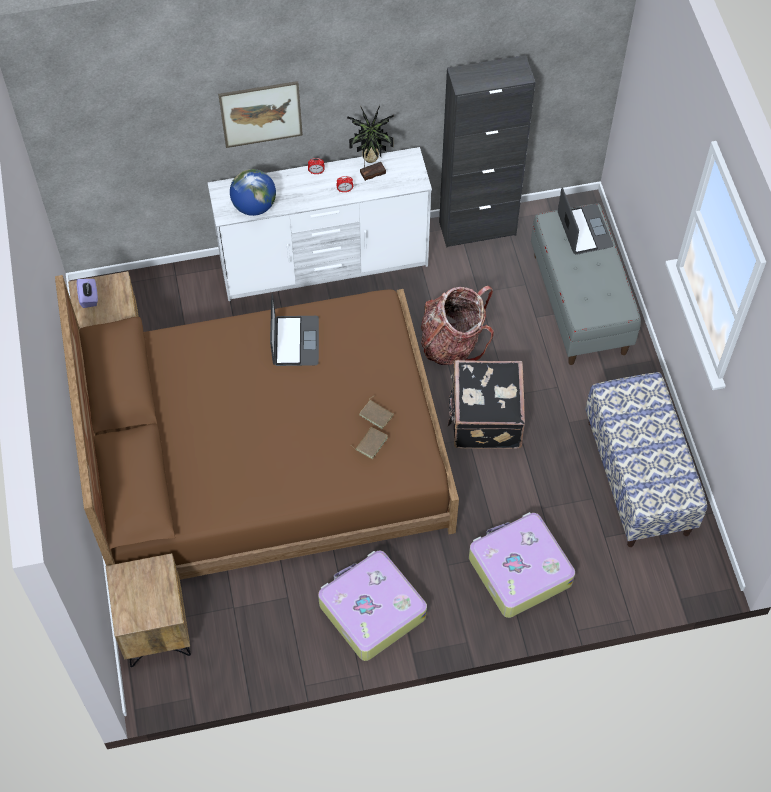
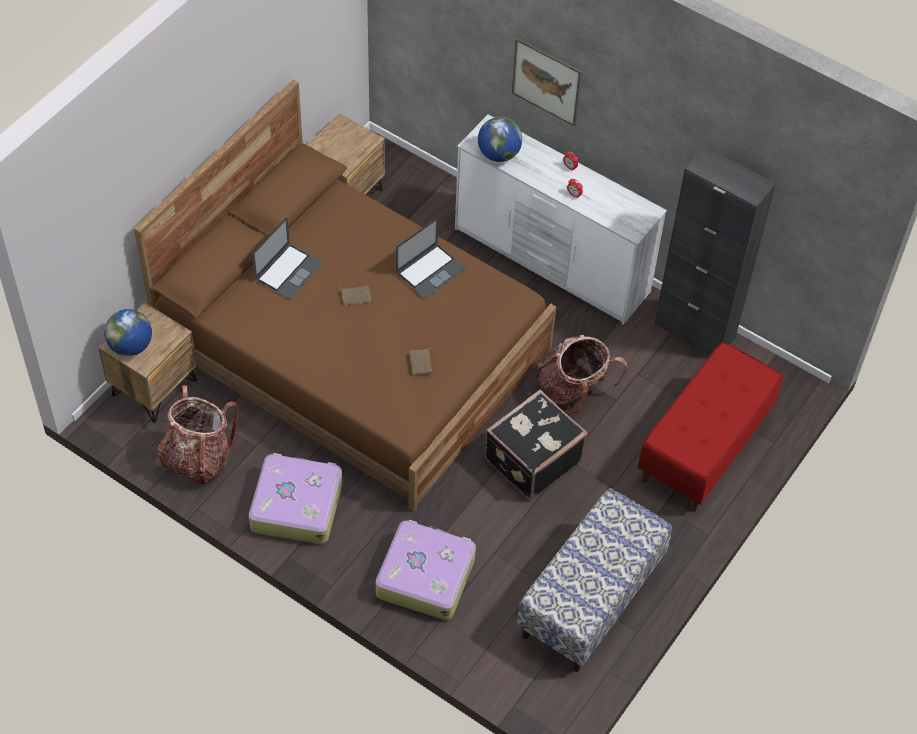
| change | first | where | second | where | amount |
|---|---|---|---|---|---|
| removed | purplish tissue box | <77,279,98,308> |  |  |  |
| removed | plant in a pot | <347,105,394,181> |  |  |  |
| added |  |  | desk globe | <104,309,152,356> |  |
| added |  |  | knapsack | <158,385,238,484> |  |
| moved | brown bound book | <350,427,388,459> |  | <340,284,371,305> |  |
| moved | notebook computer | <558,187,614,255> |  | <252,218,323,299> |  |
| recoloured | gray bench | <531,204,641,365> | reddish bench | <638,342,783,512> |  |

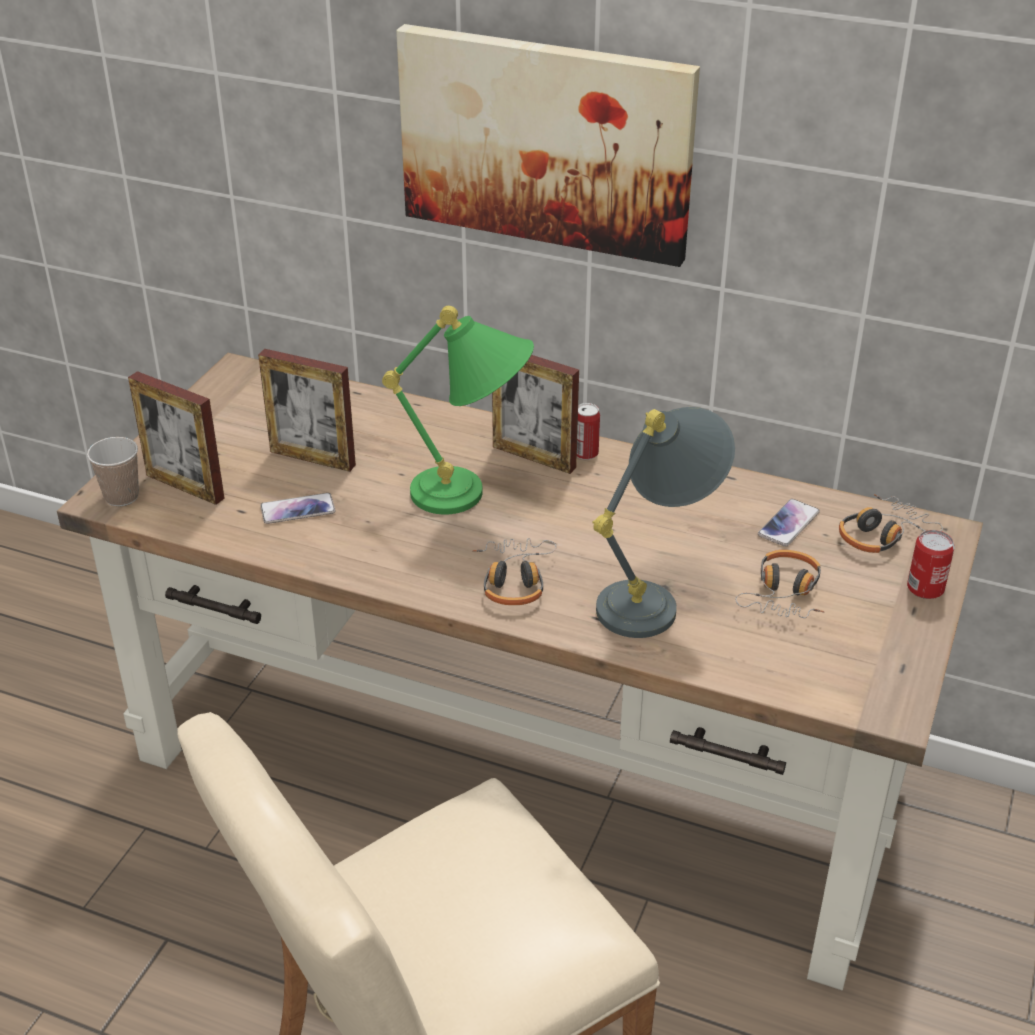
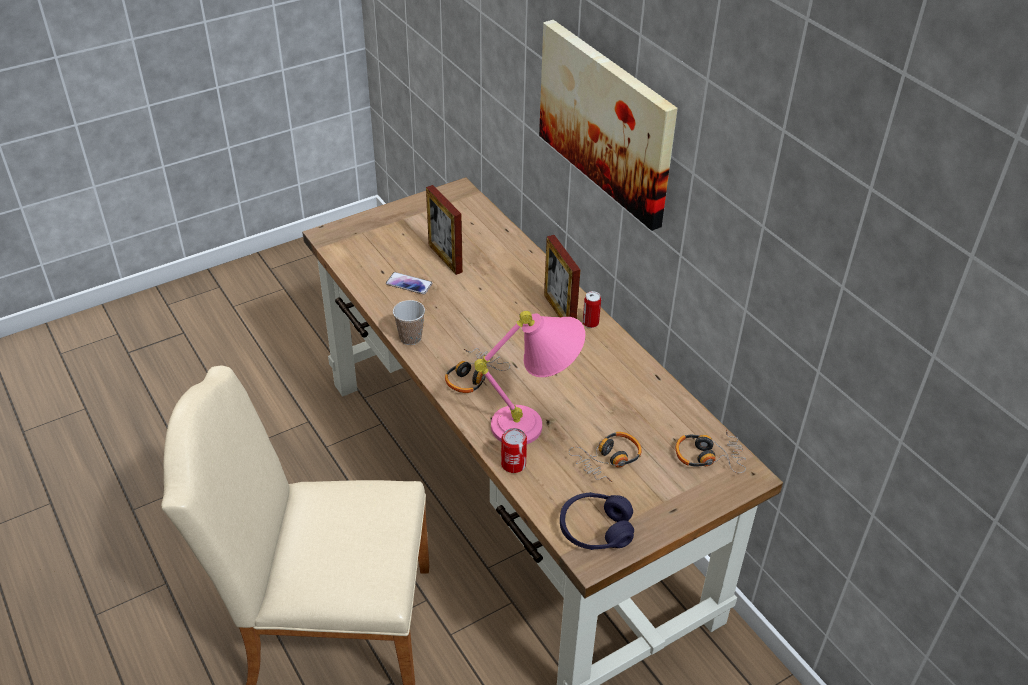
| change | first | where | second | where | amount |
|---|---|---|---|---|---|
| removed | photo frame | <128,371,225,505> |  |  |  |
| removed | green table lamp | <382,305,534,515> |  |  |  |
| removed | phone | <758,499,820,547> |  |  |  |
| added |  |  | purplish headset | <560,492,634,550> |  |
| moved | cup | <87,437,139,506> |  | <393,300,425,345> |  |
| moved | sealed can | <907,530,955,599> |  | <501,428,527,473> |  |
| recoloured | gray table lamp | <593,407,735,638> | pinkish table lamp | <474,311,585,444> |  |

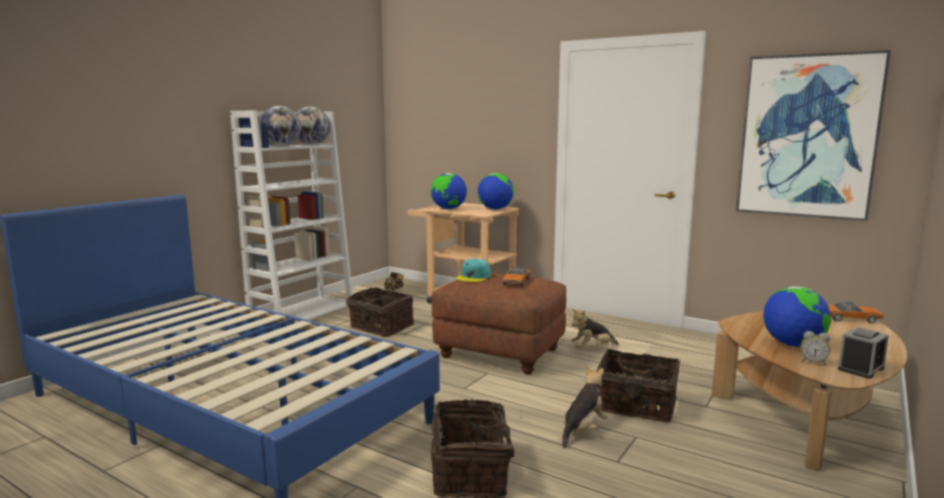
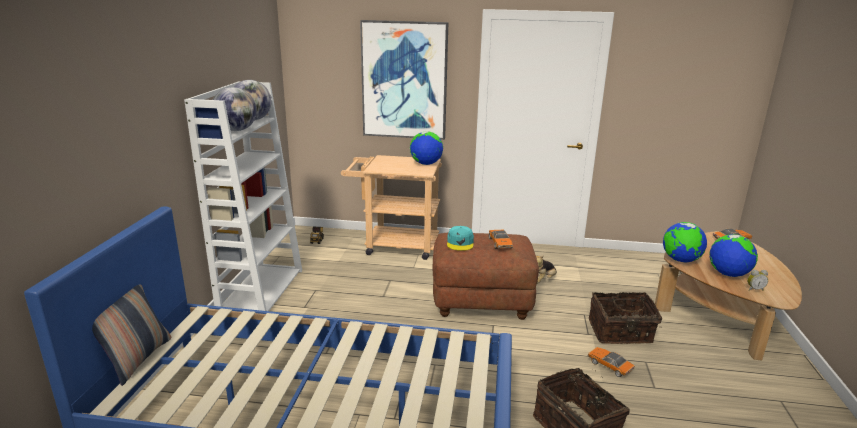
| change | first | where | second | where | amount |
|---|---|---|---|---|---|
| removed | storage basket | <346,287,414,337> |  |  |  |
| removed | bedside clock | <838,327,889,379> |  |  |  |
| added |  |  | pillow | <92,285,171,386> |  |
| moved | desk globe | <431,173,467,209> |  | <663,222,707,263> |  |
| moved | wall art | <736,50,891,221> |  | <360,20,448,140> |  |
| replaced | plush toy | <562,366,608,448> | miniature car | <588,347,635,377> |  |

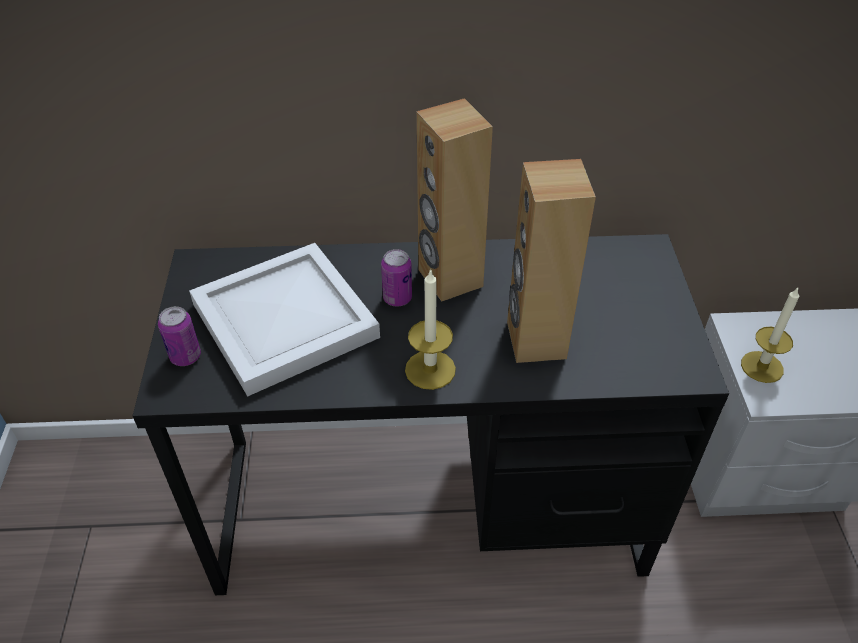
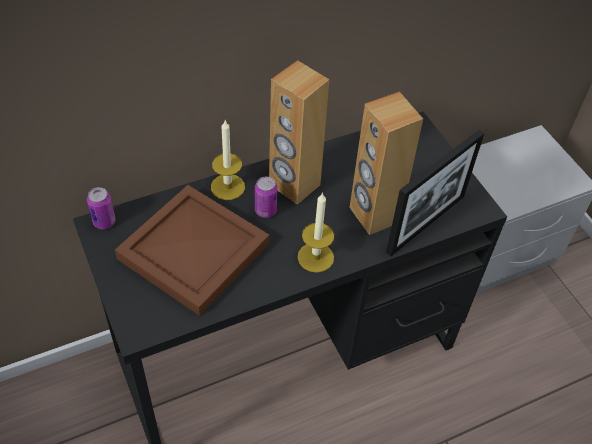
| change | first | where | second | where | amount |
|---|---|---|---|---|---|
| added |  |  | photo frame | <386,130,484,256> |  |
| moved | sealed can | <158,306,201,366> |  | <87,187,115,229> |  |
| moved | wax light | <741,288,799,383> |  | <211,121,245,200> |  |
| recoloured | whitish carrying tray | <189,243,380,396> | brown carrying tray | <115,185,270,316> |  |

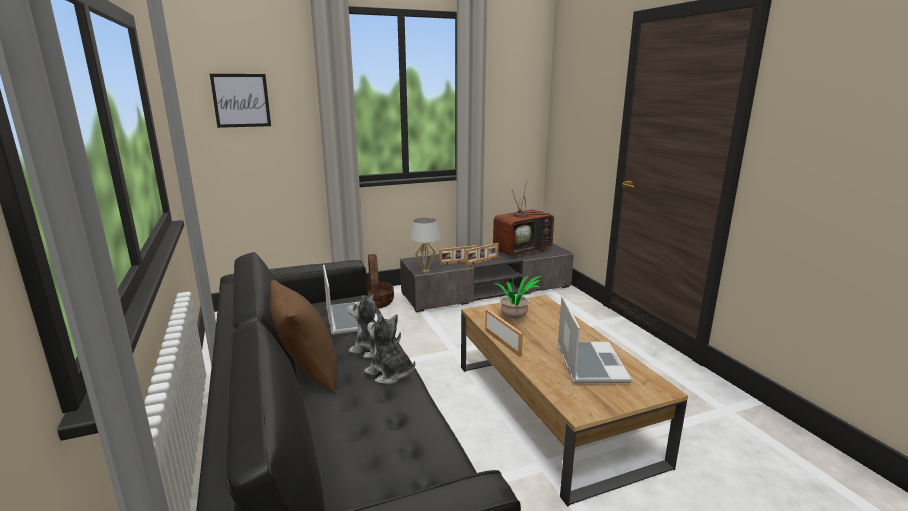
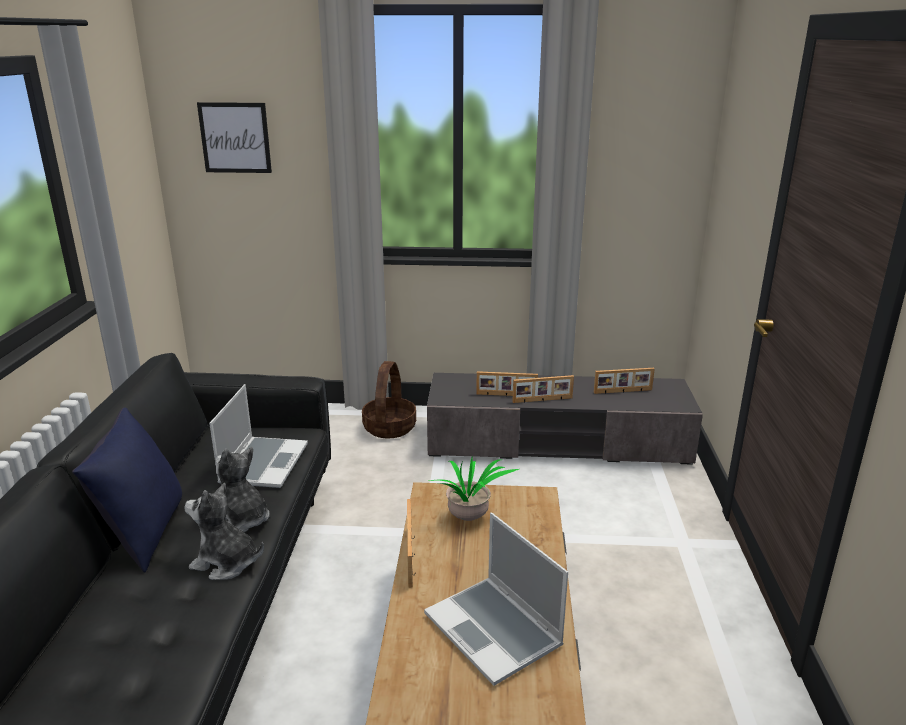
| change | first | where | second | where | amount |
|---|---|---|---|---|---|
| removed | whitish table lamp | <409,218,441,272> |  |  |  |
| replaced | TV | <493,180,554,258> | photo frame | <594,368,655,394> |  |
| recoloured | brown pillow | <270,280,337,394> | blue-coloured pillow | <72,408,182,573> |  |
| turned | plush toy | <364,314,415,384> |  | <184,483,264,580> | 45 degrees counterclockwise |
| turned | notebook computer | <558,296,632,383> |  | <424,513,568,686> | 120 degrees clockwise |

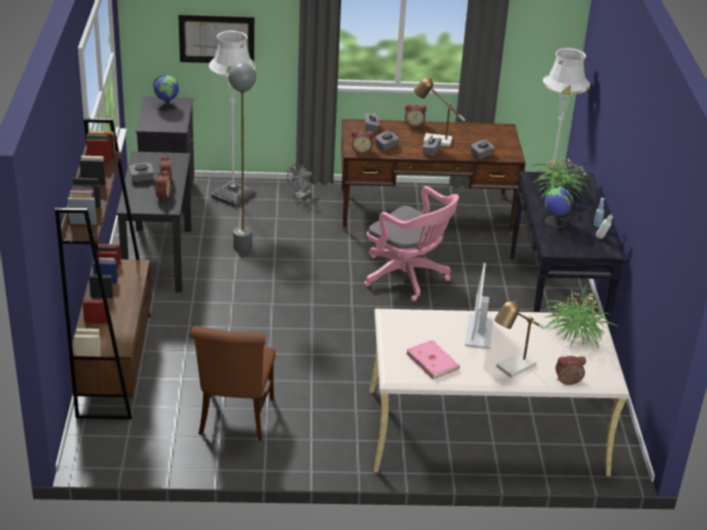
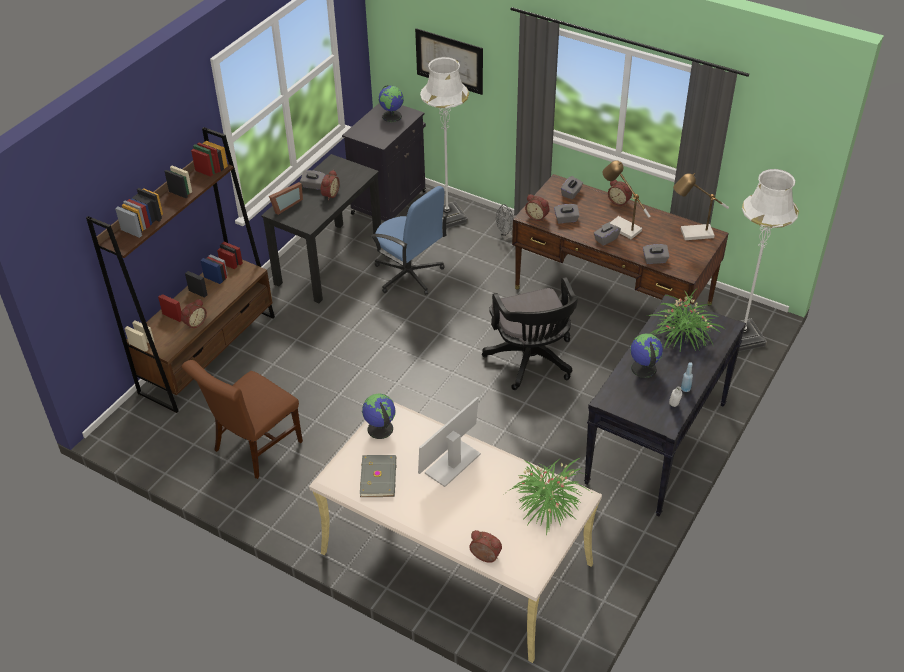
| change | first | where | second | where | amount |
|---|---|---|---|---|---|
| added |  |  | photo frame | <269,182,303,215> |  |
| added |  |  | desk globe | <362,394,396,439> |  |
| moved | bedside clock | <154,170,172,201> |  | <181,299,207,330> |  |
| moved | table lamp | <494,299,544,378> |  | <673,173,729,240> |  |
| replaced | gray floor lamp | <228,62,256,253> | blue-coloured desk chair | <370,186,448,295> |  |
| recoloured | pinkish desk chair | <364,186,459,301> | blackish desk chair | <482,277,578,390> |  |
| recoloured | pinkish bound book | <406,340,460,380> | gray bound book | <360,455,396,497> |  |

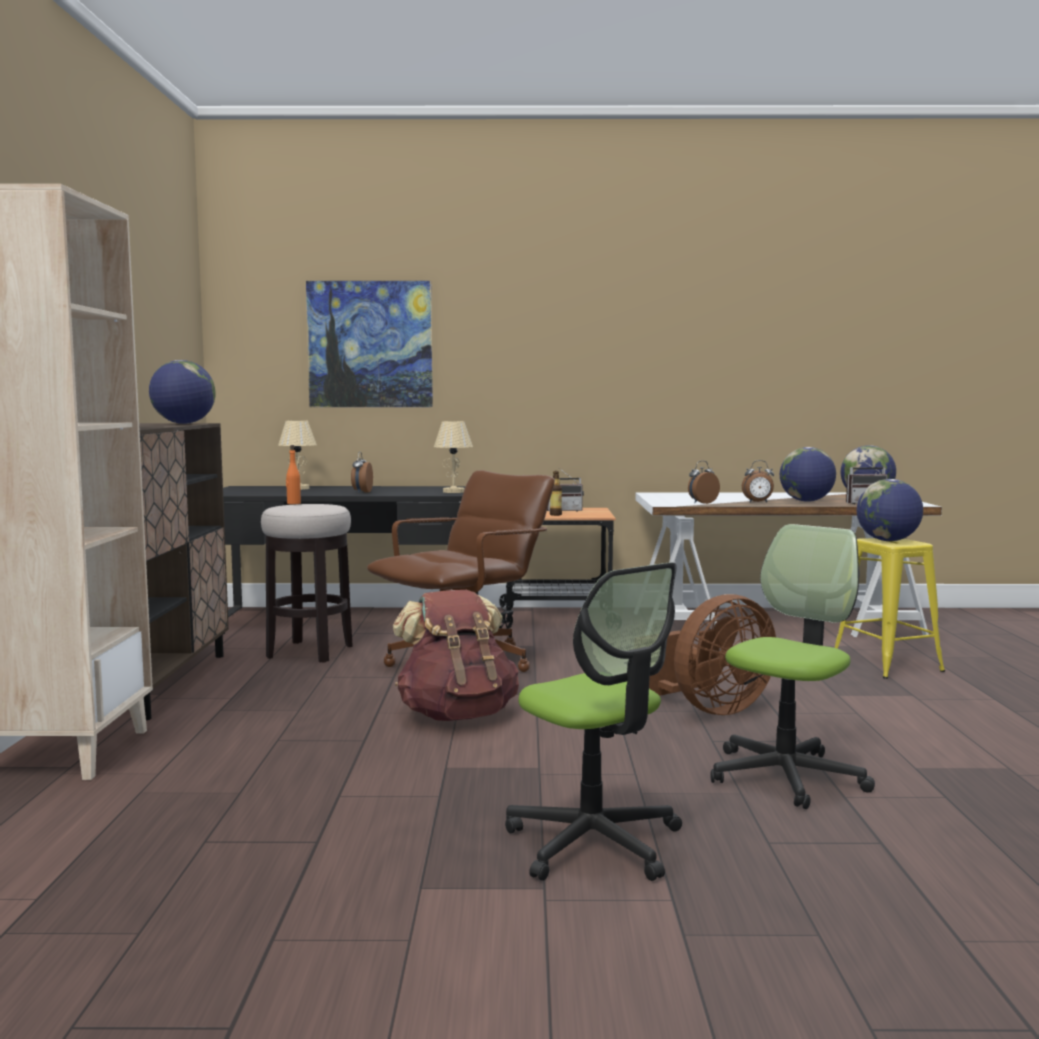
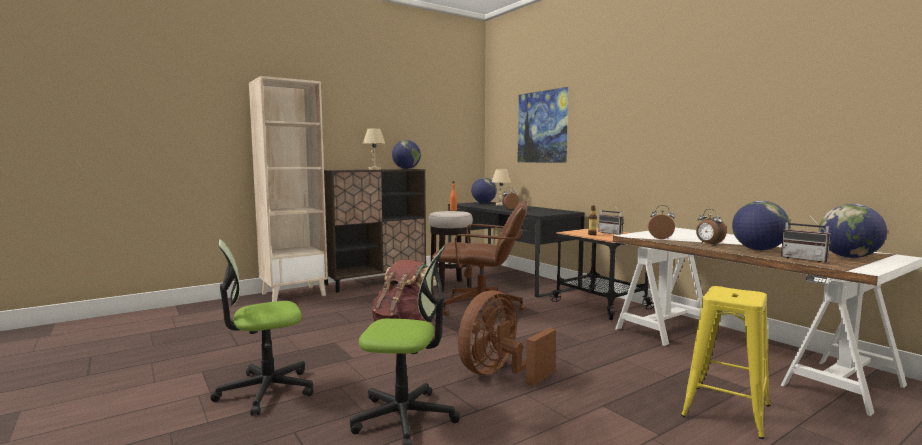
| change | first | where | second | where | amount |
|---|---|---|---|---|---|
| moved | beige table lamp | <434,421,473,493> |  | <363,129,385,170> |  |
| moved | desk globe | <857,479,923,541> |  | <471,178,497,203> |  |
| turned | desk chair | <505,562,682,881> |  | <210,239,313,415> | 45 degrees clockwise |
| turned | brown fan | <649,594,776,715> |  | <458,291,556,386> | 105 degrees clockwise |

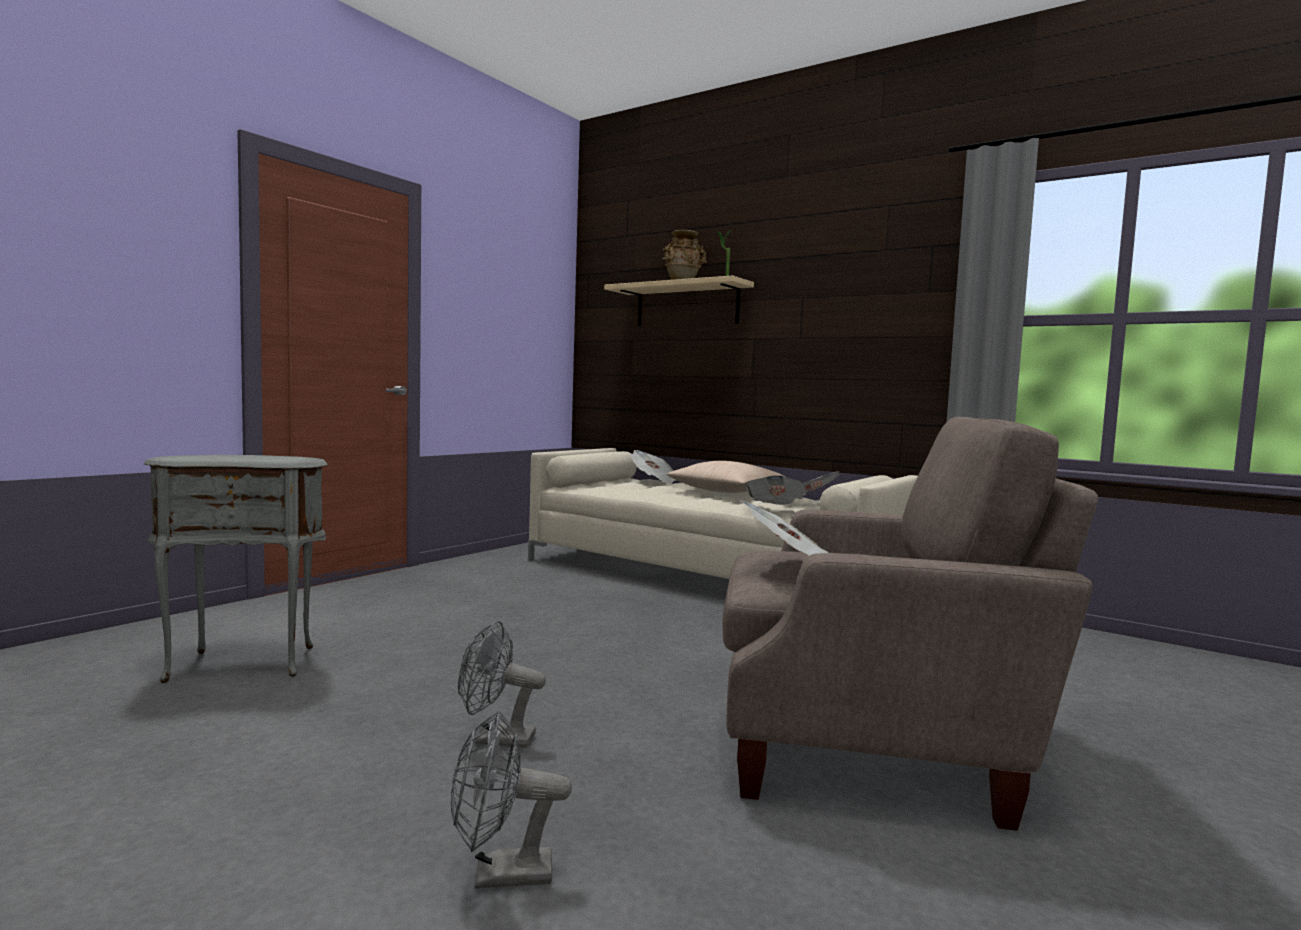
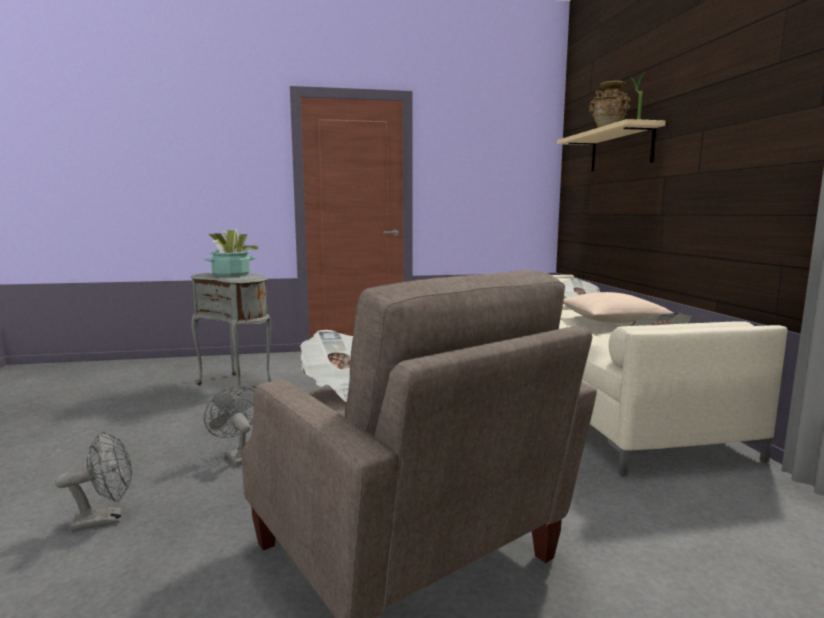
| change | first | where | second | where | amount |
|---|---|---|---|---|---|
| removed | printed paper | <744,475,808,505> |  |  |  |
| added |  |  | plant in a pot | <204,229,259,277> |  |
| turned | gray fan | <451,711,572,889> |  | <55,431,132,532> | 120 degrees clockwise |

